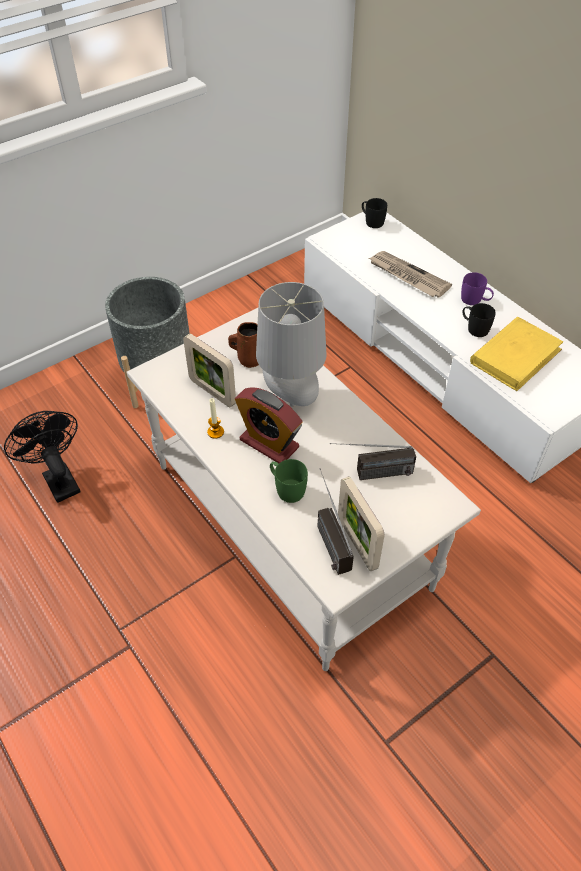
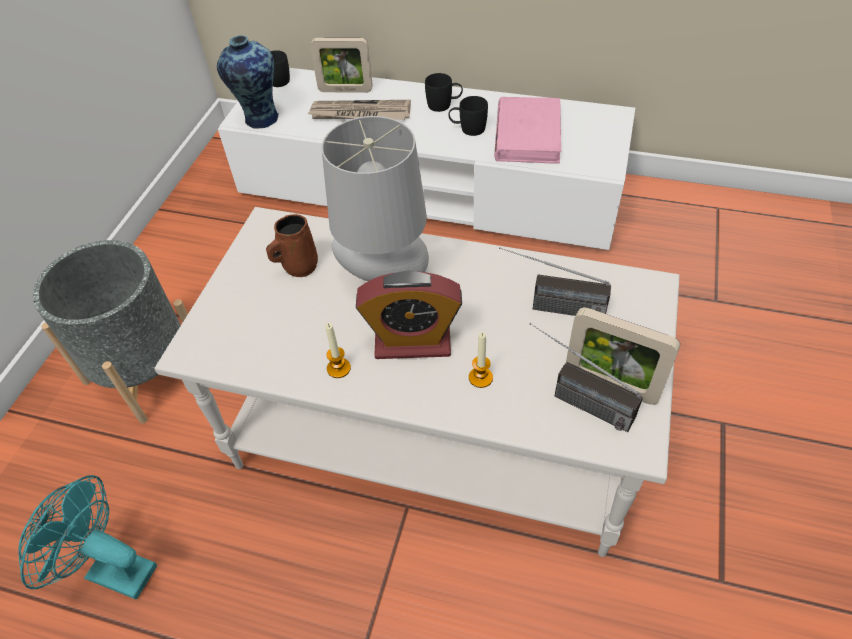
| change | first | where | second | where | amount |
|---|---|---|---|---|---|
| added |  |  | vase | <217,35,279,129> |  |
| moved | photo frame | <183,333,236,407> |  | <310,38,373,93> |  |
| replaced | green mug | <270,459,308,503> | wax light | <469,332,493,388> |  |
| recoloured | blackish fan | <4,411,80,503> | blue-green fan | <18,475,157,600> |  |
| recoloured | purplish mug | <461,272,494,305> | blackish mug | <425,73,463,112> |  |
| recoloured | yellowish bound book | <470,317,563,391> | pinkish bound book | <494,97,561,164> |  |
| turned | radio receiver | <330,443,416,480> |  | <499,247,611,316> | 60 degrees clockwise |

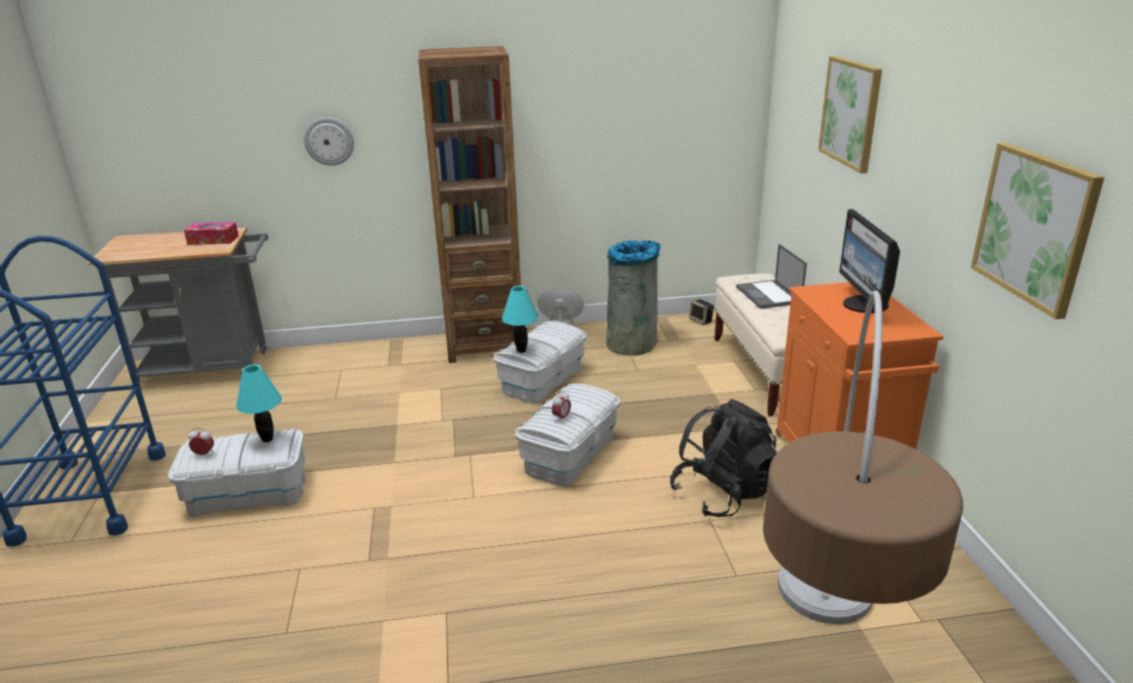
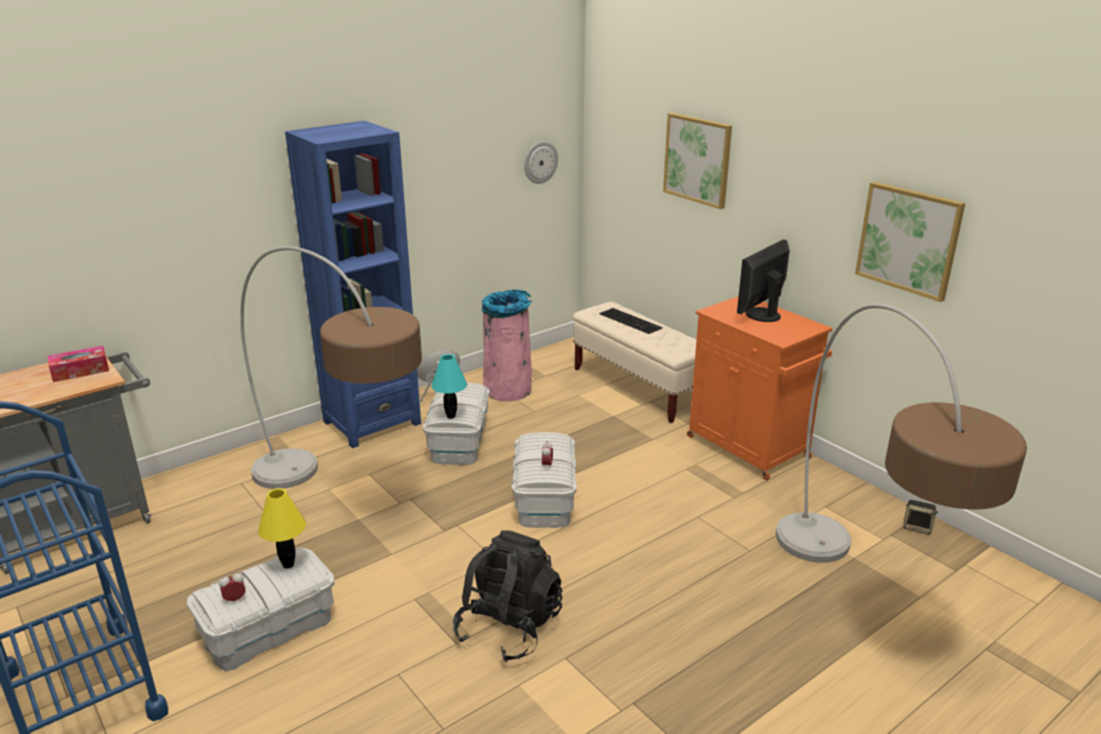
| change | first | where | second | where | amount |
|---|---|---|---|---|---|
| added |  |  | floor lamp | <240,246,422,489> |  |
| moved | hanging clock | <304,117,354,166> |  | <524,141,558,184> |  |
| moved | blackish knapsack | <670,399,777,517> |  | <453,530,562,662> |  |
| moved | loudspeaker | <689,299,714,325> |  | <903,500,938,534> |  |
| replaced | notebook computer | <736,244,807,309> | keyboard | <599,308,663,334> |  |
| recoloured | blue-green table lamp | <236,365,282,442> | yellowish table lamp | <258,488,306,569> |  |
| recoloured | brown shelving unit | <418,46,521,363> | blue-coloured shelving unit | <285,121,421,448> |  |
| recoloured | gray trash can | <606,240,661,356> | pinkish trash can | <482,289,532,401> |  |
| turned | monitor | <839,209,900,313> |  | <737,239,790,322> | 75 degrees clockwise |

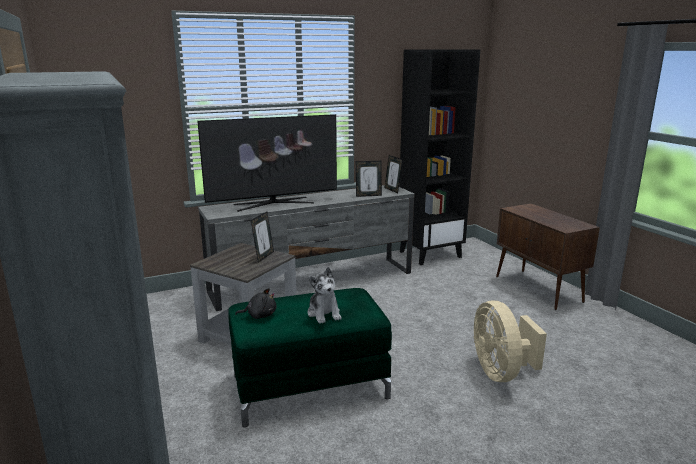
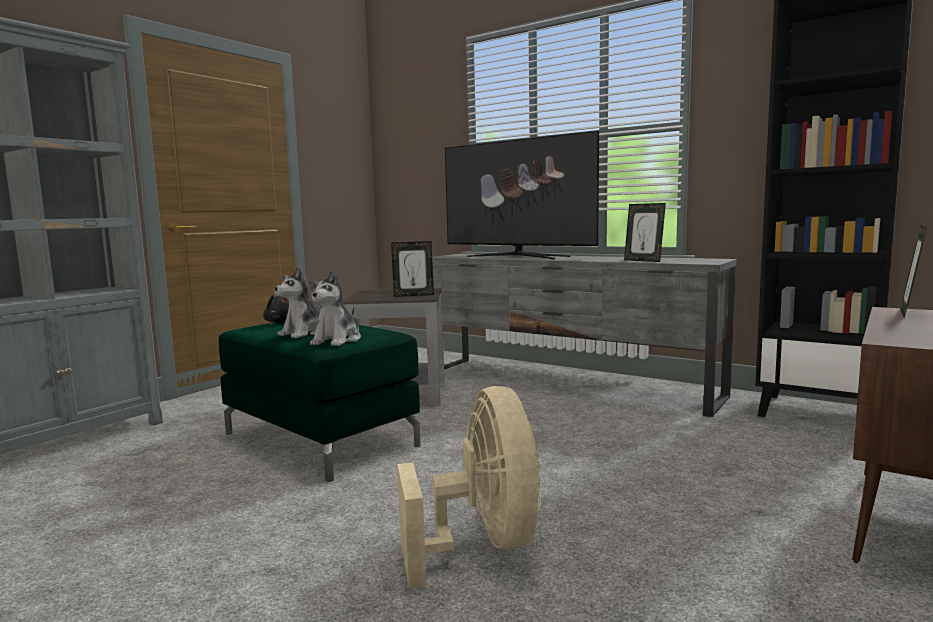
| change | first | where | second | where | amount |
|---|---|---|---|---|---|
| added |  |  | plush toy | <310,270,361,346> |  |
| moved | photo frame | <385,155,403,193> |  | <900,225,927,319> |  |
| turned | beige fan | <474,301,547,382> |  | <397,386,541,589> | 120 degrees clockwise |

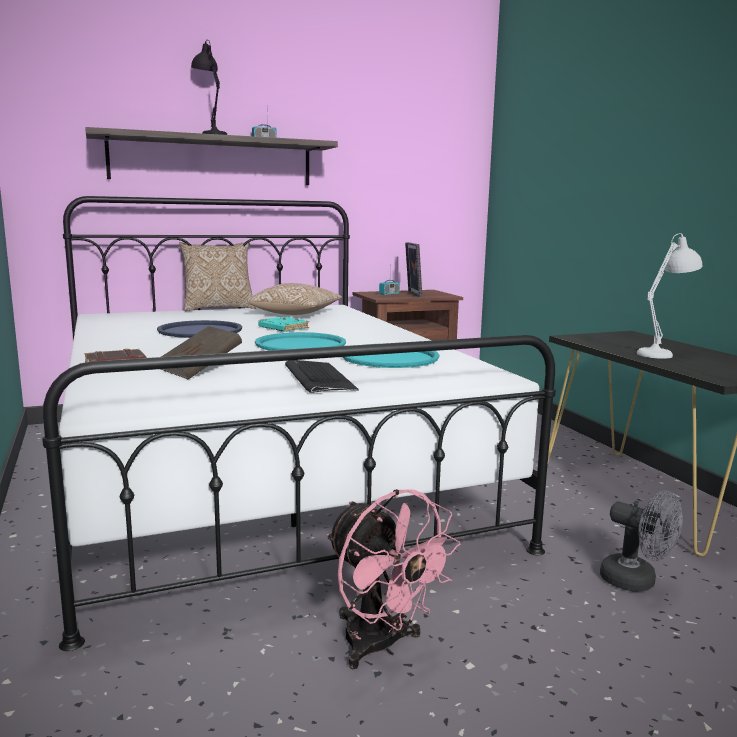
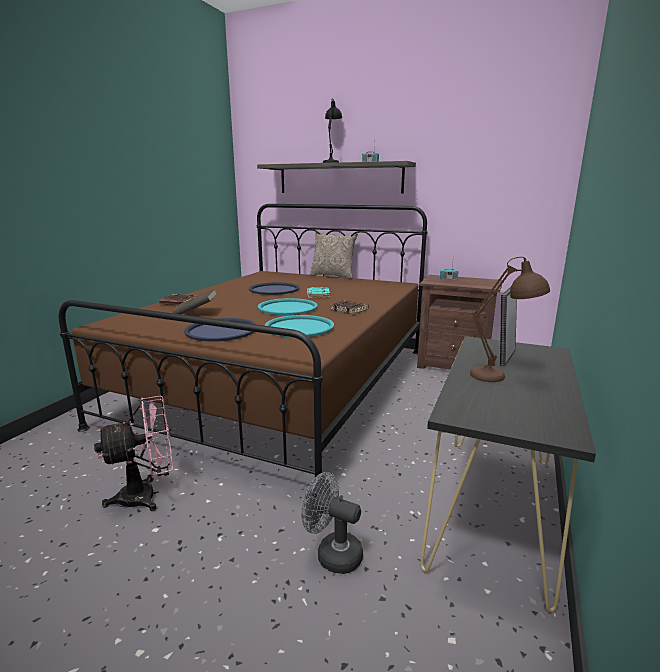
| change | first | where | second | where | amount |
|---|---|---|---|---|---|
| removed | pillow | <247,283,343,315> |  |  |  |
| added |  |  | brown bound book | <330,300,369,314> |  |
| moved | photo frame | <405,242,422,297> |  | <500,287,517,366> |  |
| replaced | keyboard | <285,360,359,393> | blue-coloured carrying tray | <184,318,257,342> |  |
| recoloured | whitish sleeping bed | <42,196,556,651> | brown sleeping bed | <59,204,427,498> |  |
| recoloured | whitish table lamp | <637,233,702,359> | brown table lamp | <470,257,550,382> |  |
| turned | pinkish fan | <326,489,461,669> |  | <94,396,173,511> | 120 degrees counterclockwise |
| turned | gray fan | <600,491,683,591> |  | <301,472,363,574> | 120 degrees clockwise |

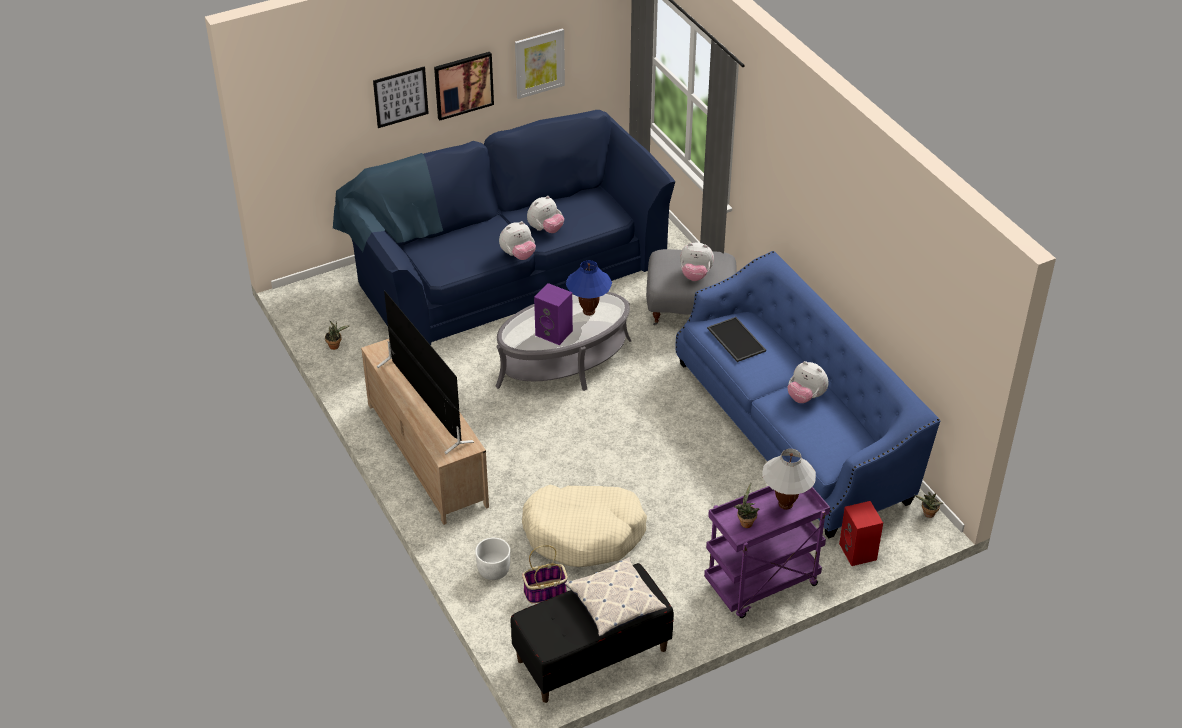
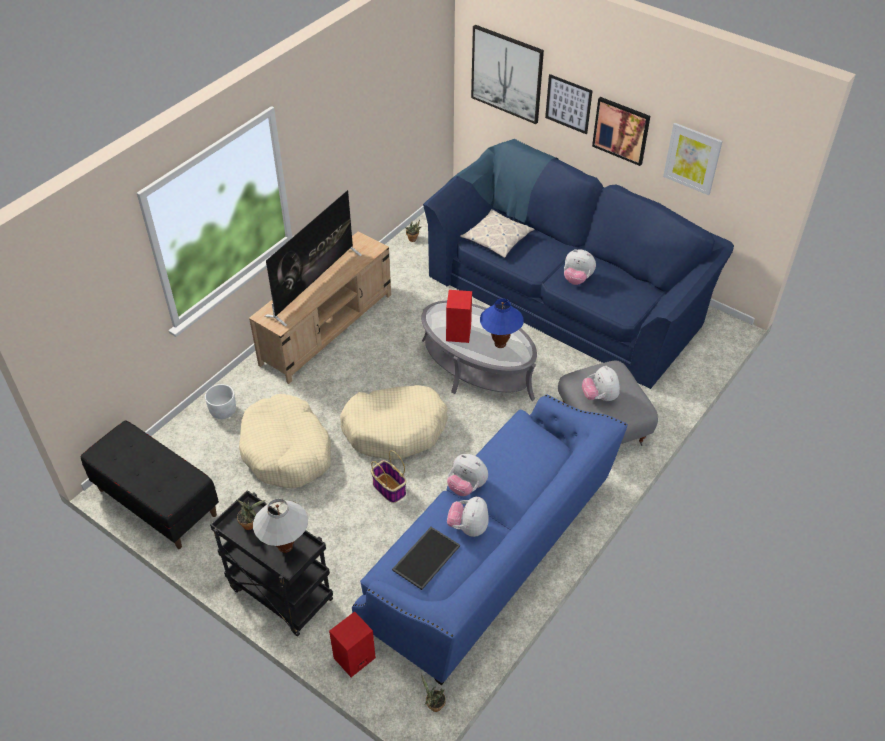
| change | first | where | second | where | amount |
|---|---|---|---|---|---|
| added |  |  | beige pet bed | <340,385,448,460> |  |
| added |  |  | wall art | <471,25,544,124> |  |
| moved | plush toy | <499,221,536,260> |  | <447,454,488,496> |  |
| moved | storage basket | <522,545,568,604> |  | <371,450,406,503> |  |
| moved | pillow | <565,557,667,636> |  | <460,209,535,258> |  |
| moved | carrying tray | <707,317,766,362> |  | <392,527,460,590> |  |
| recoloured | purplish loudspeaker | <534,283,573,345> | reddish loudspeaker | <446,290,472,343> |  |
| recoloured | purplish trolley | <704,486,830,618> | blackish trolley | <210,490,333,636> |  |

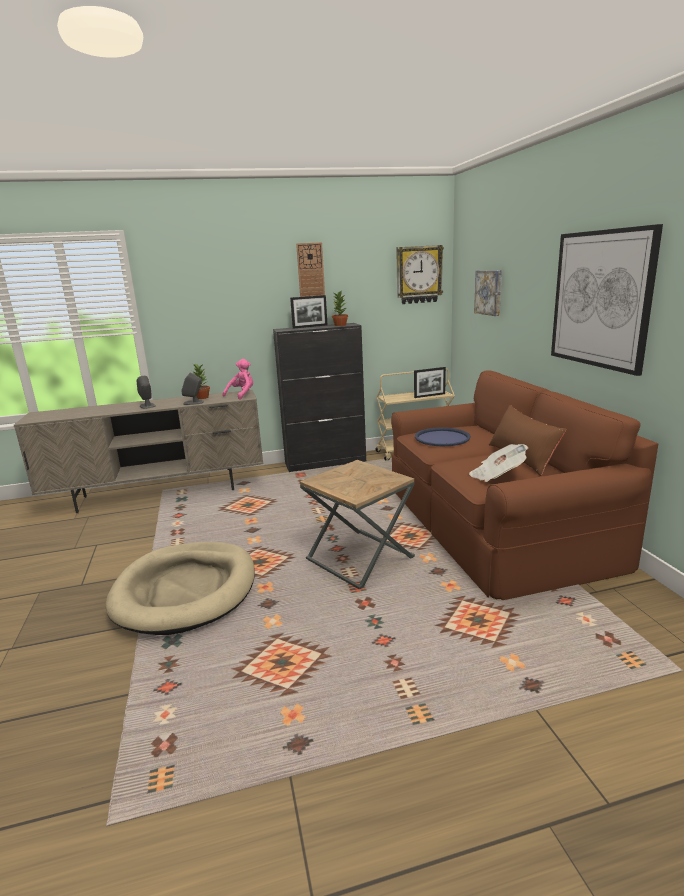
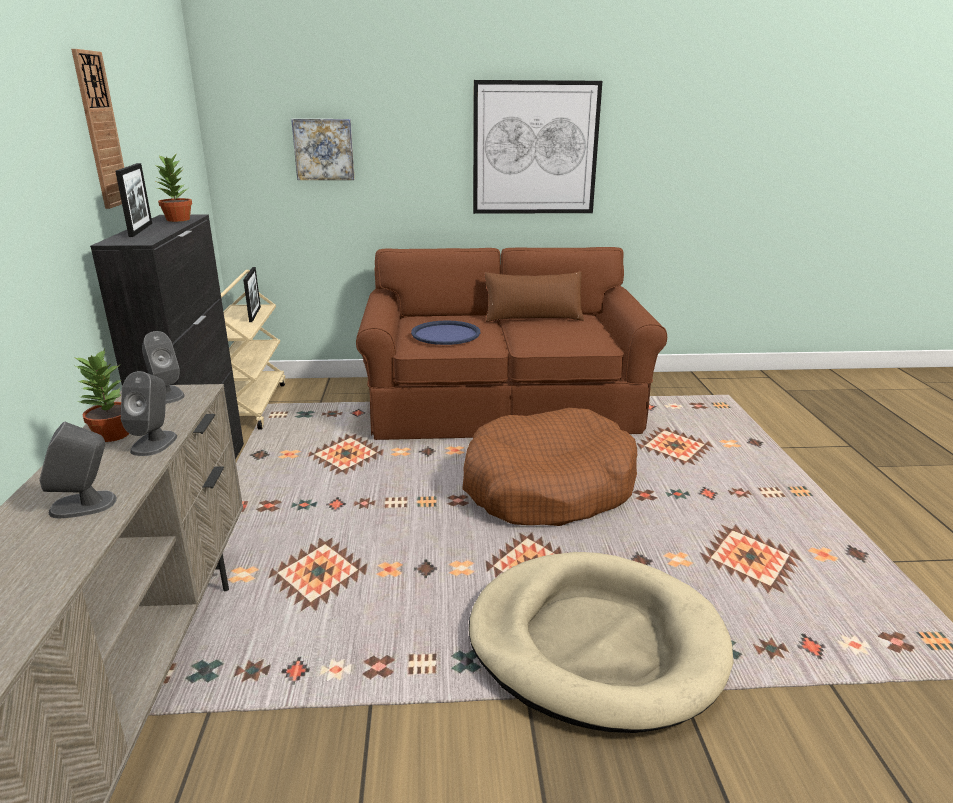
| change | first | where | second | where | amount |
|---|---|---|---|---|---|
| removed | hanging clock | <396,245,444,304> |  |  |  |
| removed | printed paper | <469,444,528,482> |  |  |  |
| replaced | pinkish plush toy | <223,359,253,400> | gray loudspeaker | <142,331,185,404> |  |
| replaced | brown accent table | <300,460,415,589> | brown pet bed | <462,408,637,526> |  |

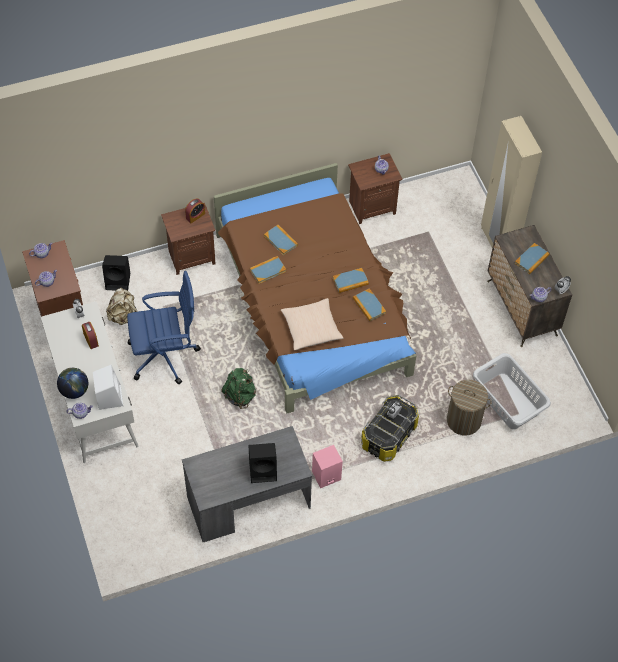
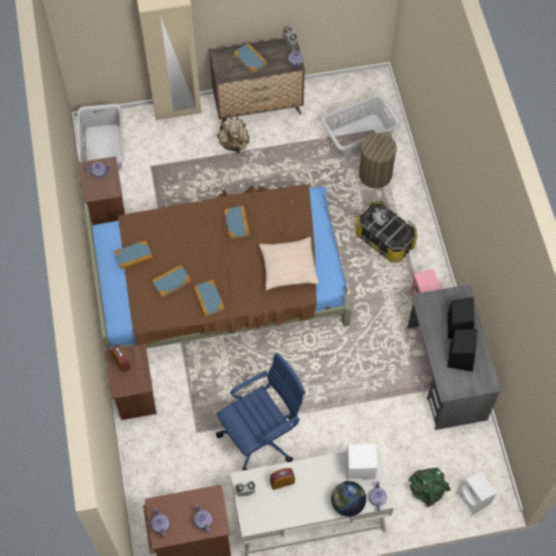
| change | first | where | second | where | amount |
|---|---|---|---|---|---|
| added |  |  | gray washing basket | <77,104,124,170> |  |
| added |  |  | whitish loudspeaker | <455,472,497,516> |  |
| moved | blackish loudspeaker | <102,255,130,291> |  | <447,329,477,372> |  |
| moved | beige knapsack | <106,288,138,325> |  | <218,115,250,153> |  |
| moved | green knapsack | <221,368,256,409> |  | <408,468,451,507> |  |
| moved | bound book | <353,288,386,321> |  | <114,240,153,269> |  |
| turned | blue-coloured desk chair | <127,271,201,384> |  | <216,352,306,471> | 60 degrees clockwise |

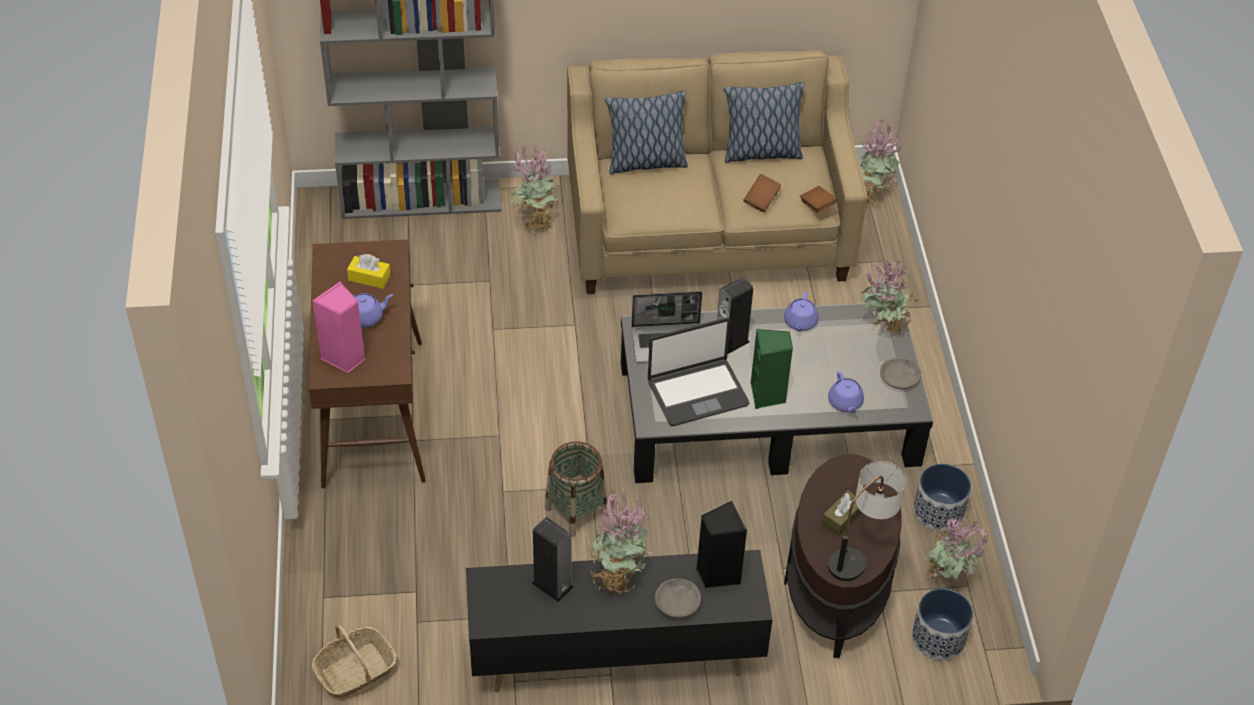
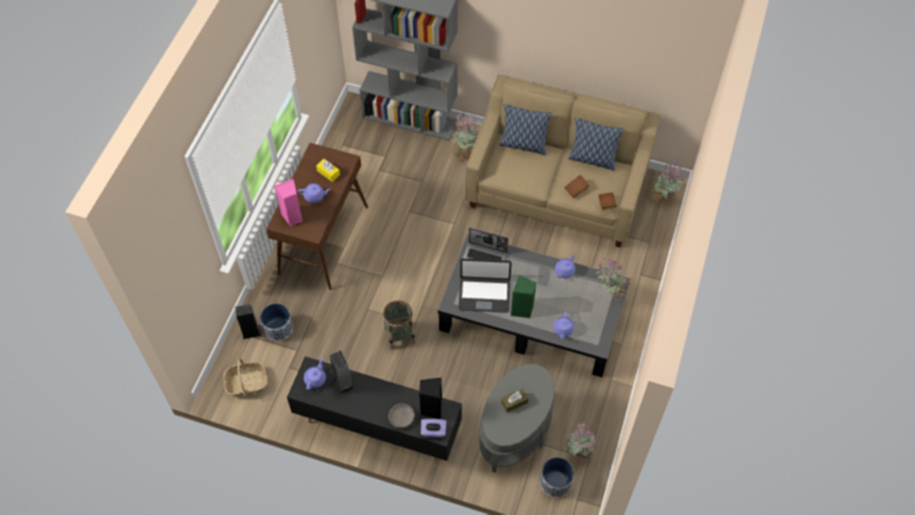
| change | first | where | second | where | amount |
|---|---|---|---|---|---|
| removed | plant in a pot | <586,488,652,594> |  |  |  |
| removed | table lamp | <828,461,906,581> |  |  |  |
| removed | gray bowl | <880,357,921,389> |  |  |  |
| added |  |  | purplish tea pot | <304,358,326,390> |  |
| added |  |  | purplish tissue box | <421,419,446,438> |  |
| moved | loudspeaker | <717,277,753,354> |  | <235,304,261,339> |  |
| moved | planter | <913,464,971,531> |  | <260,303,293,341> |  |
| recoloured | brown accent table | <784,454,901,658> | gray accent table | <479,364,555,473> |  |

